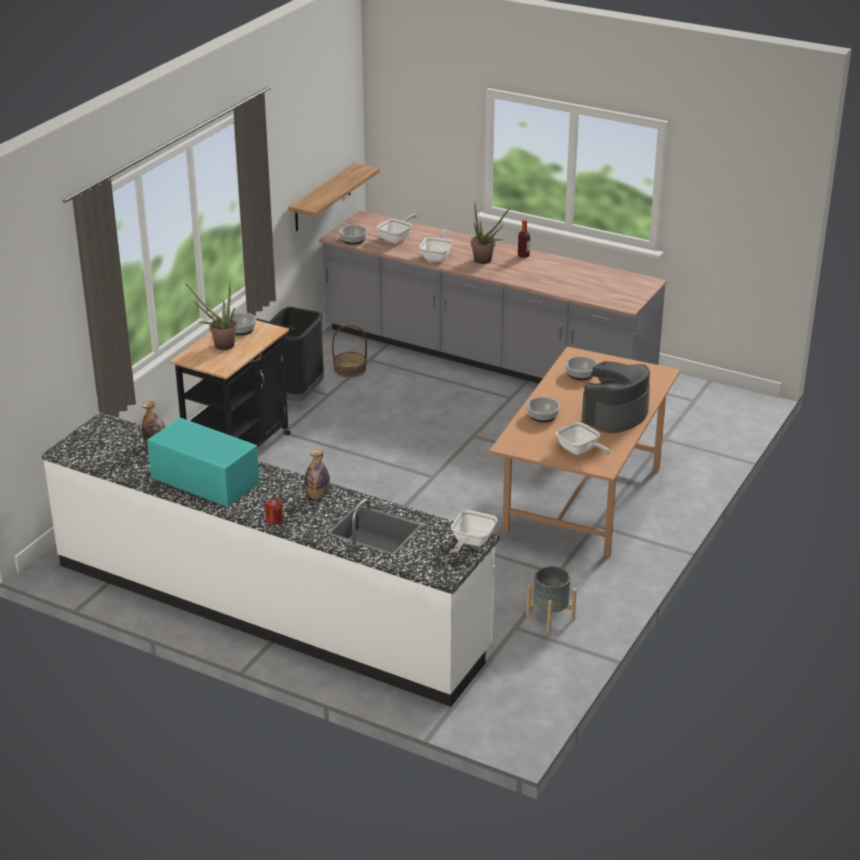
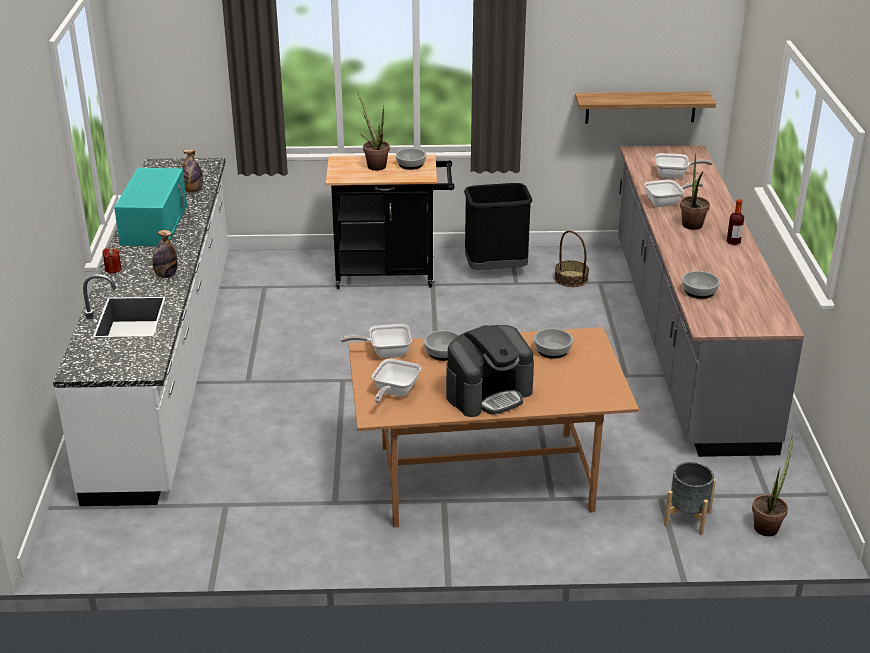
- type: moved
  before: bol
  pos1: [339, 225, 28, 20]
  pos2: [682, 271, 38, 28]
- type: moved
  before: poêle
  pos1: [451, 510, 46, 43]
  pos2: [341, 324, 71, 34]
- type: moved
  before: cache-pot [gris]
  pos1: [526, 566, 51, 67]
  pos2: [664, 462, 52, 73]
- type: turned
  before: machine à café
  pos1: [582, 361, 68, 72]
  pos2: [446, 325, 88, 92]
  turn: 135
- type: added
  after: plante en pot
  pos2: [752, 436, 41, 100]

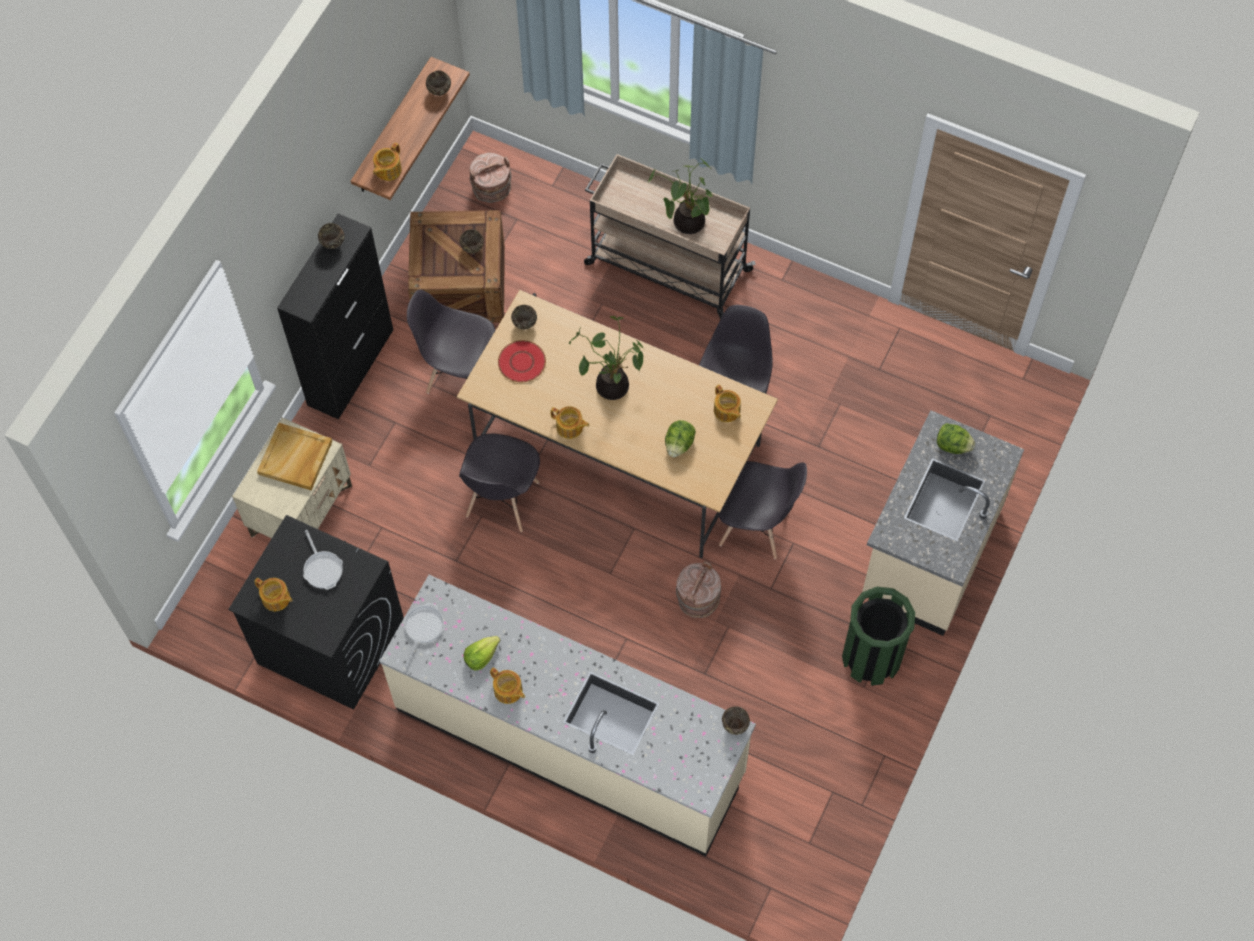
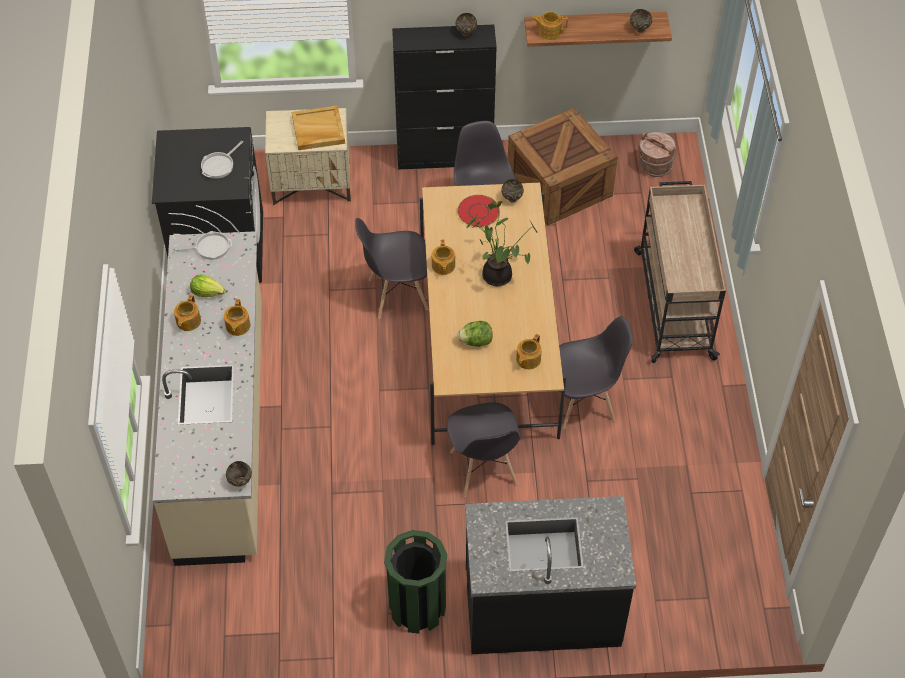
- type: moved
  before: théière
  pos1: [254, 578, 39, 33]
  pos2: [224, 299, 26, 37]
- type: removed
  before: bol [marron]
  pos1: [459, 229, 25, 24]
- type: removed
  before: plante en pot
  pos1: [648, 157, 65, 77]
- type: removed
  before: seau [marron]
  pos1: [676, 561, 45, 57]
- type: recoloured
  before: comptoir de cuisine [beige]
  after: comptoir de cuisine [noir]
  pos1: [862, 410, 162, 226]
  pos2: [465, 496, 171, 158]
- type: removed
  before: laitue
  pos1: [937, 423, 38, 31]

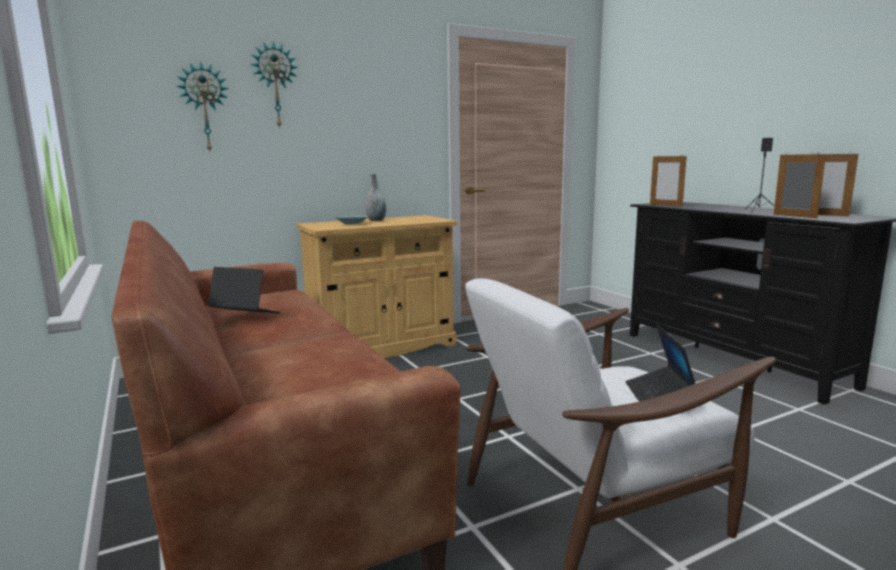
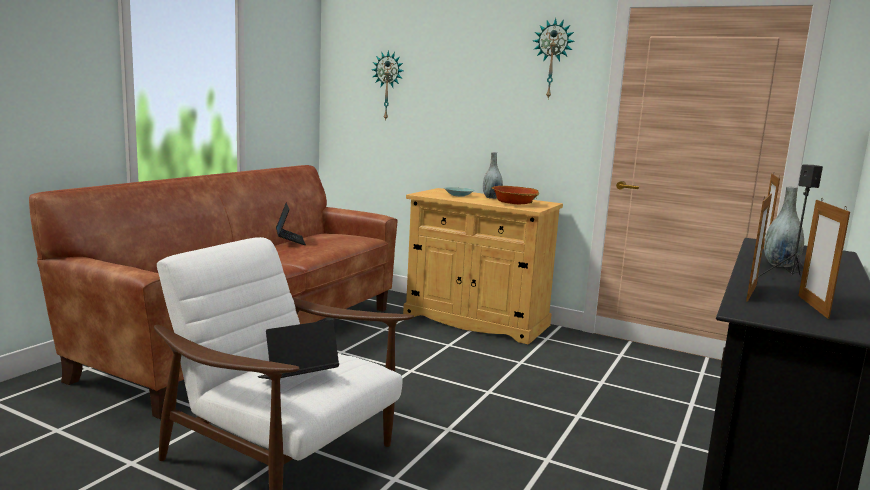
- type: moved
  before: horloge murale
  pos1: [251, 41, 47, 88]
  pos2: [533, 18, 42, 81]
- type: added
  after: bol
  pos2: [492, 186, 47, 18]
- type: added
  after: vase [gris]
  pos2: [764, 186, 40, 81]

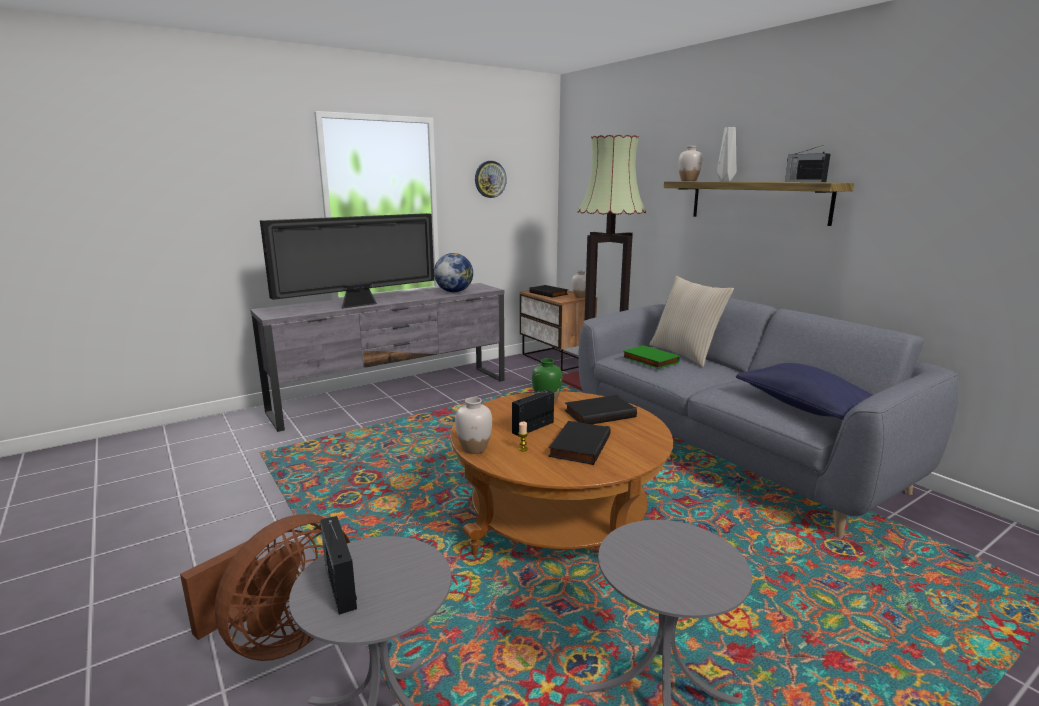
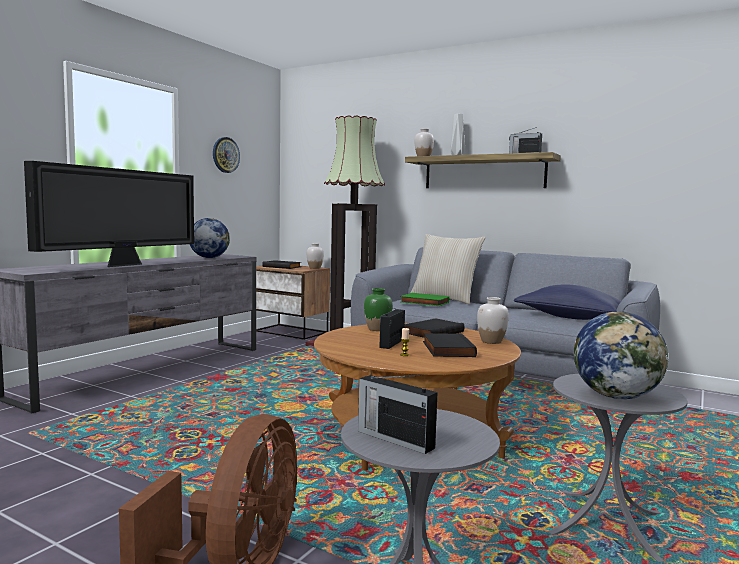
- type: moved
  before: vase [blanc]
  pos1: [455, 397, 37, 57]
  pos2: [477, 297, 32, 47]
- type: added
  after: globe
  pos2: [574, 312, 94, 87]

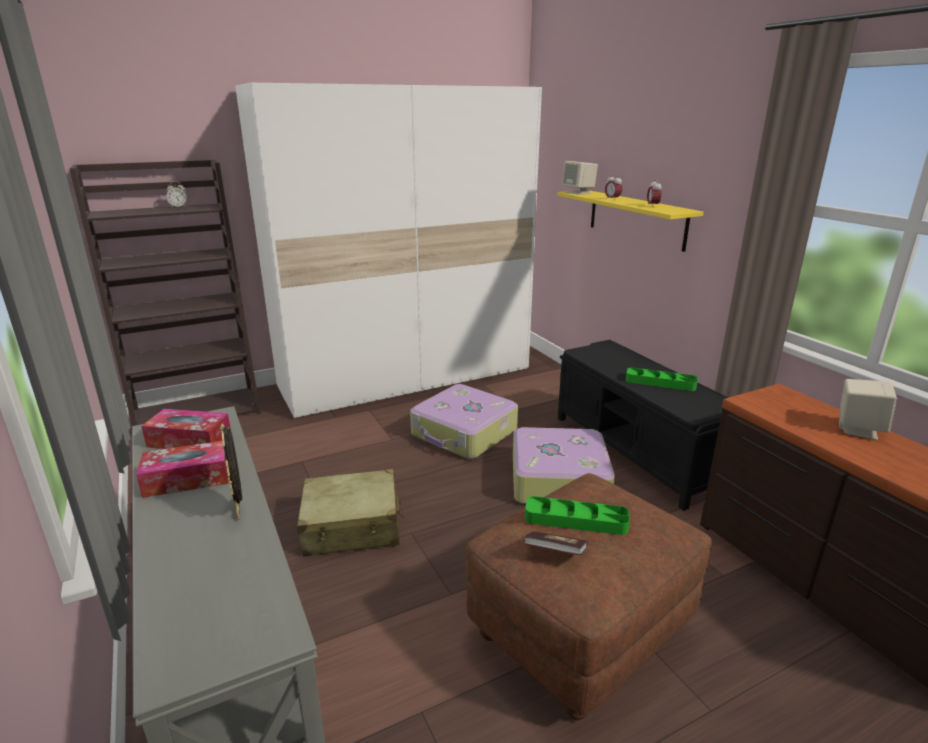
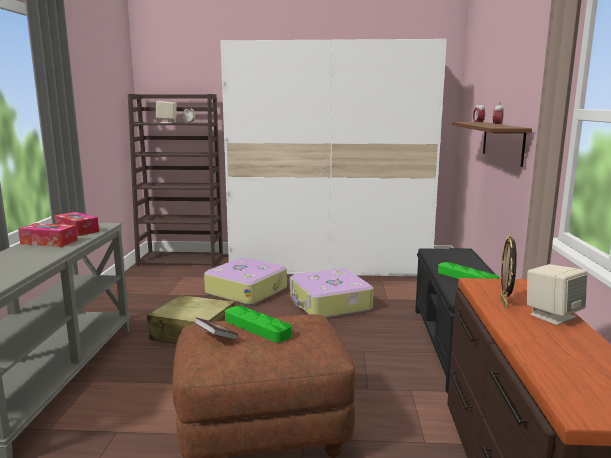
- type: moved
  before: cadre photo
  pos1: [221, 424, 21, 96]
  pos2: [500, 235, 17, 73]
- type: moved
  before: valise
  pos1: [513, 427, 102, 77]
  pos2: [204, 258, 83, 47]
- type: recoloured
  before: étagère [jaune]
  after: étagère [marron]
  pos1: [557, 191, 147, 61]
  pos2: [452, 122, 80, 45]
- type: moved
  before: enceinte [beige]
  pos1: [562, 161, 36, 34]
  pos2: [156, 101, 21, 22]

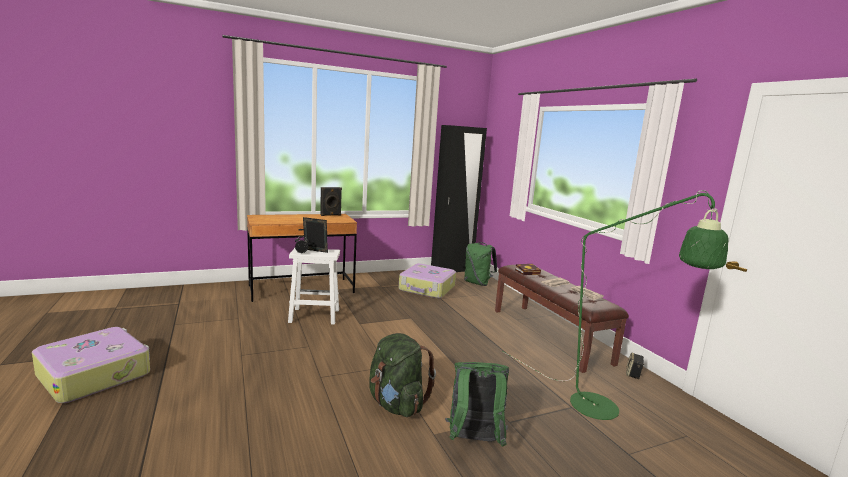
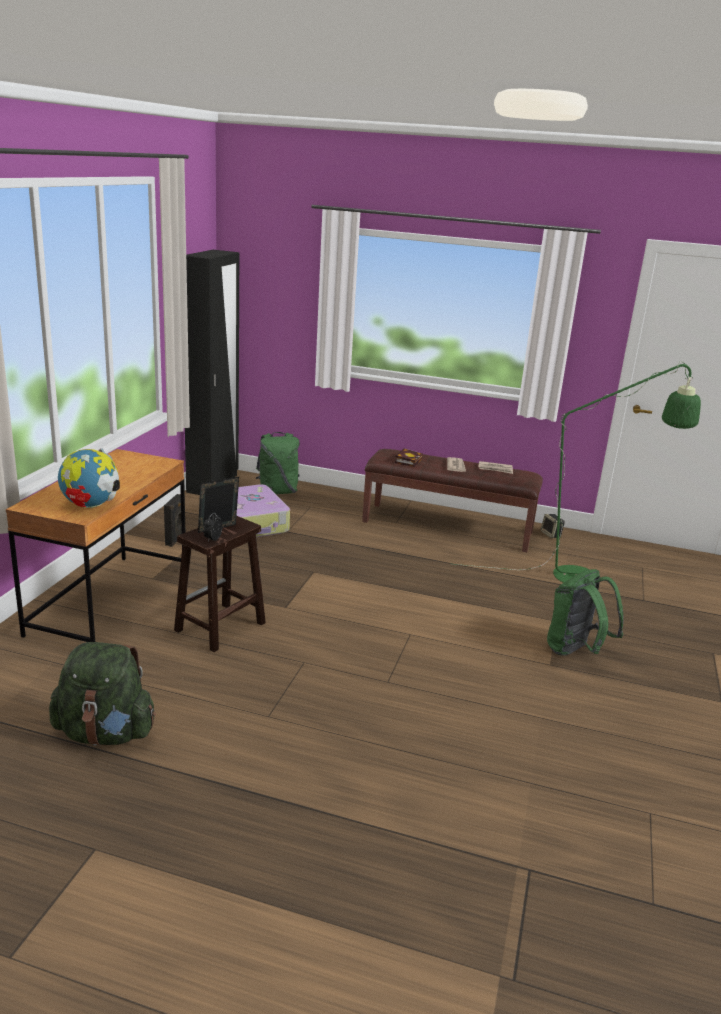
- type: removed
  before: valise
  pos1: [32, 327, 118, 76]
- type: recoloured
  before: tabouret [blanc]
  after: tabouret [marron]
  pos1: [288, 248, 52, 77]
  pos2: [174, 516, 92, 136]
- type: moved
  before: enceinte [noir]
  pos1: [320, 187, 22, 29]
  pos2: [164, 494, 22, 53]
- type: moved
  before: sac à dos [vert]
  pos1: [369, 333, 67, 84]
  pos2: [49, 642, 107, 104]
- type: added
  after: globe
  pos2: [58, 448, 62, 60]

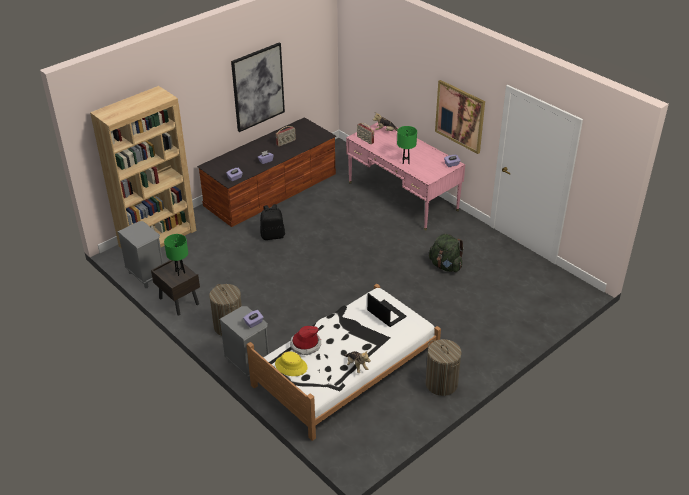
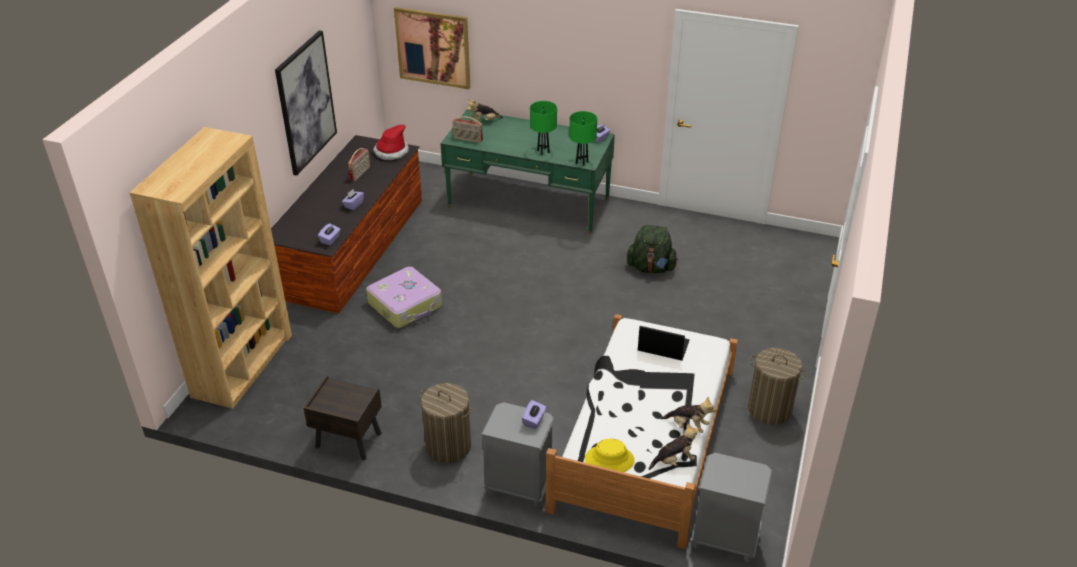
- type: moved
  before: table de chevet [gris]
  pos1: [118, 221, 45, 67]
  pos2: [691, 453, 82, 110]
- type: moved
  before: lampe de table [vert]
  pos1: [164, 234, 24, 42]
  pos2: [569, 111, 28, 55]
- type: replaced
  before: sac à dos [noir]
  after: valise
  pos1: [260, 204, 25, 36]
  pos2: [366, 267, 76, 61]
- type: moved
  before: chapeau
  pos1: [290, 326, 31, 29]
  pos2: [373, 125, 36, 35]
- type: recoloured
  before: bureau [rose]
  after: bureau [vert]
  pos1: [346, 122, 119, 108]
  pos2: [440, 110, 175, 124]
- type: moved
  before: tableau
  pos1: [435, 80, 50, 74]
  pos2: [394, 7, 76, 82]
- type: added
  after: peluche
  pos2: [649, 423, 50, 47]

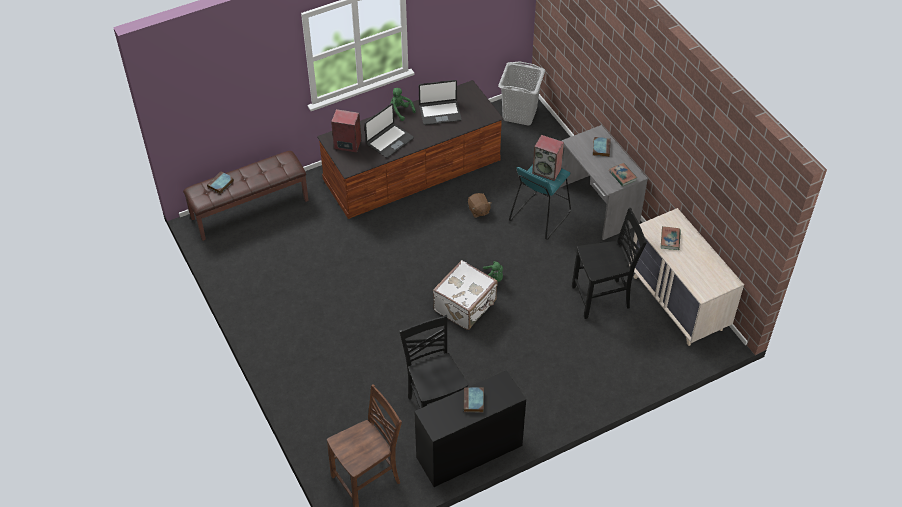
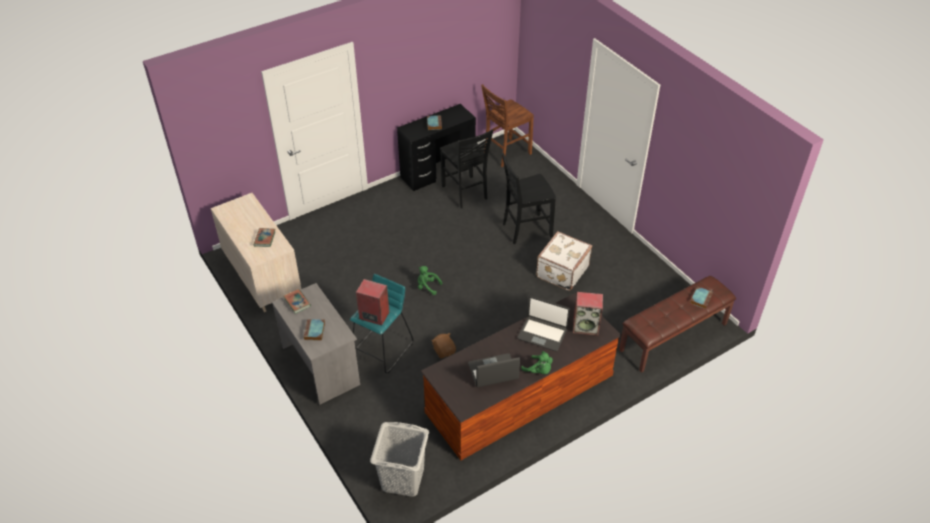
- type: turned
  before: ordinateur portable
  pos1: [364, 103, 50, 55]
  pos2: [518, 296, 52, 55]
  turn: -105
- type: moved
  before: valise [blanc]
  pos1: [433, 260, 65, 70]
  pos2: [536, 231, 56, 60]
- type: moved
  before: chaise [noir]
  pos1: [572, 208, 75, 111]
  pos2: [502, 153, 54, 91]

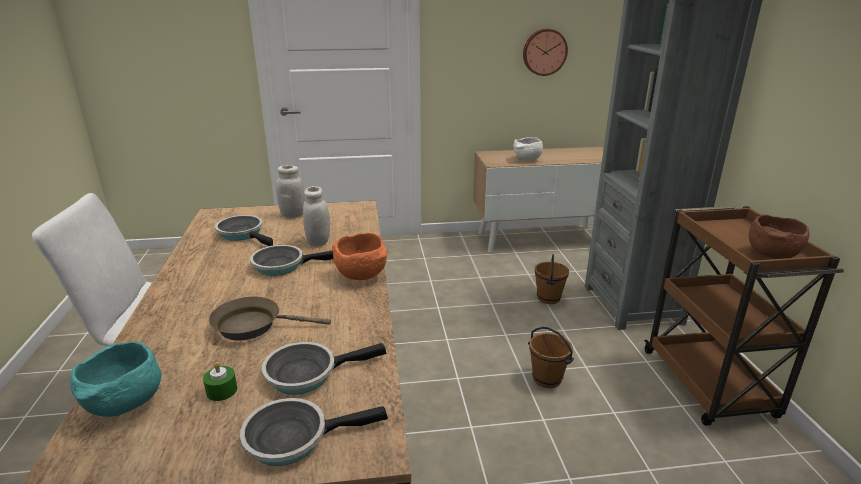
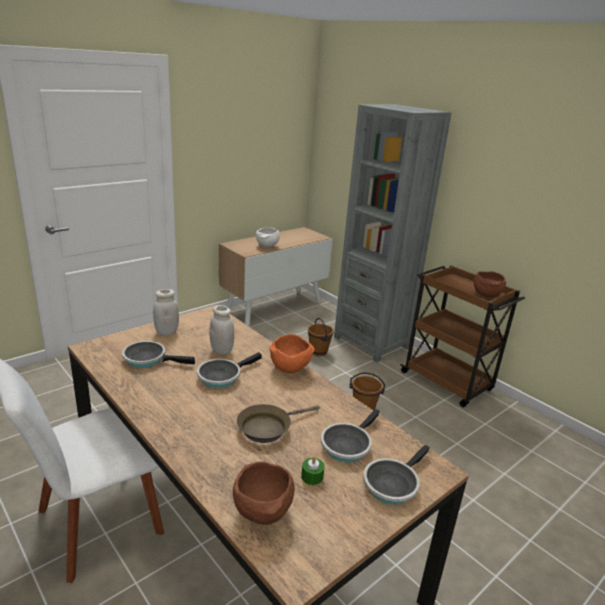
- type: recoloured
  before: bol [turquoise]
  after: bol [marron]
  pos1: [70, 341, 91, 76]
  pos2: [233, 461, 62, 64]
- type: removed
  before: horloge murale
  pos1: [523, 29, 45, 47]

